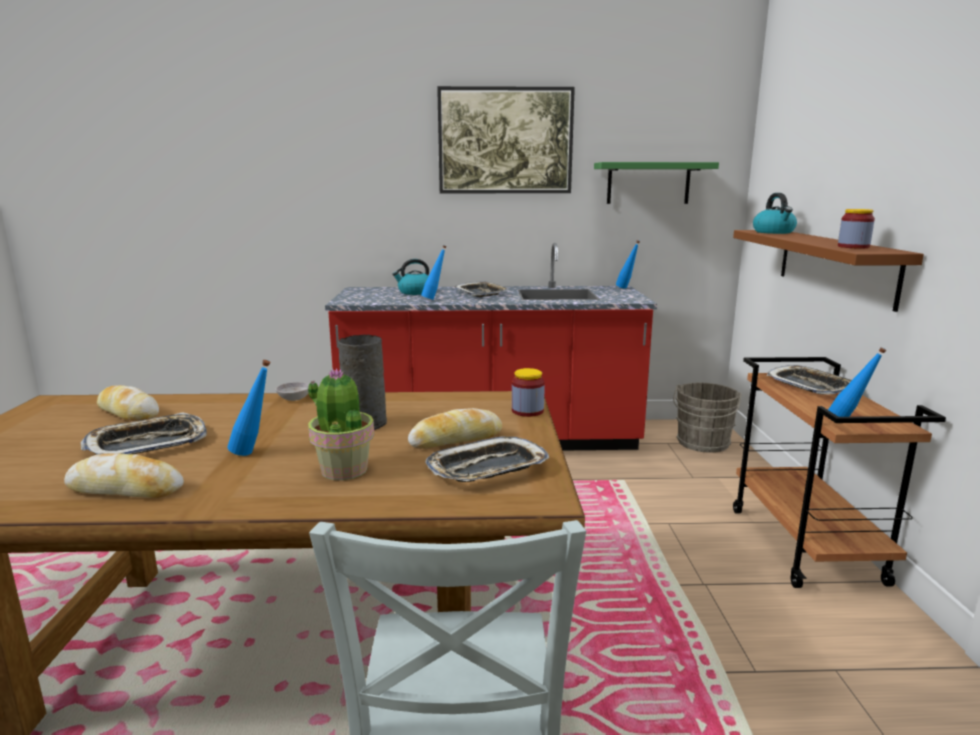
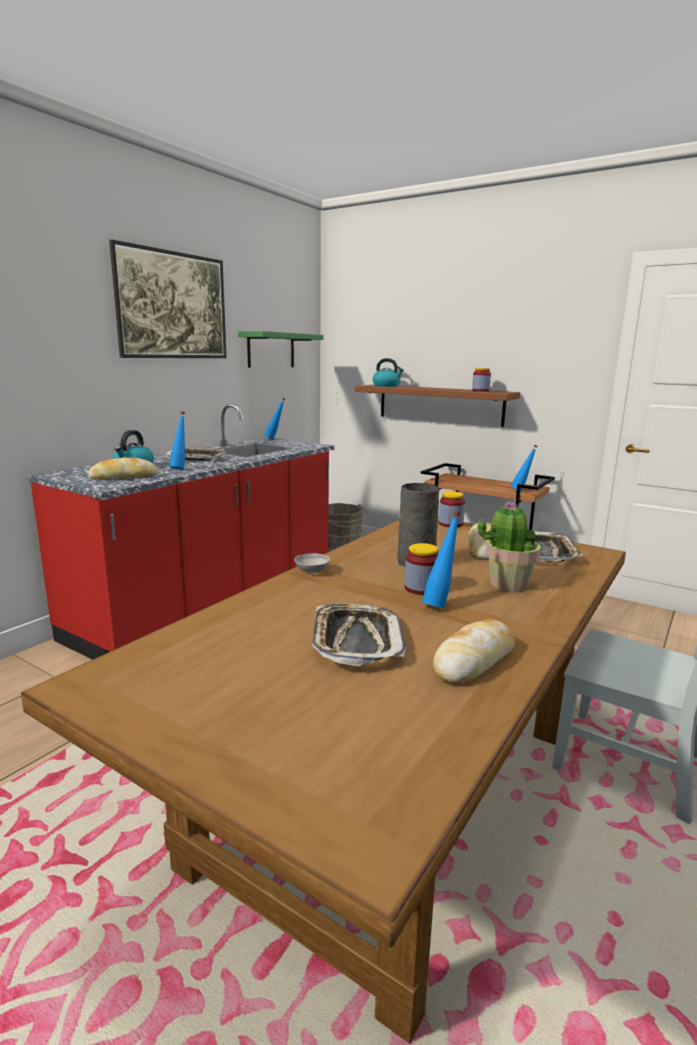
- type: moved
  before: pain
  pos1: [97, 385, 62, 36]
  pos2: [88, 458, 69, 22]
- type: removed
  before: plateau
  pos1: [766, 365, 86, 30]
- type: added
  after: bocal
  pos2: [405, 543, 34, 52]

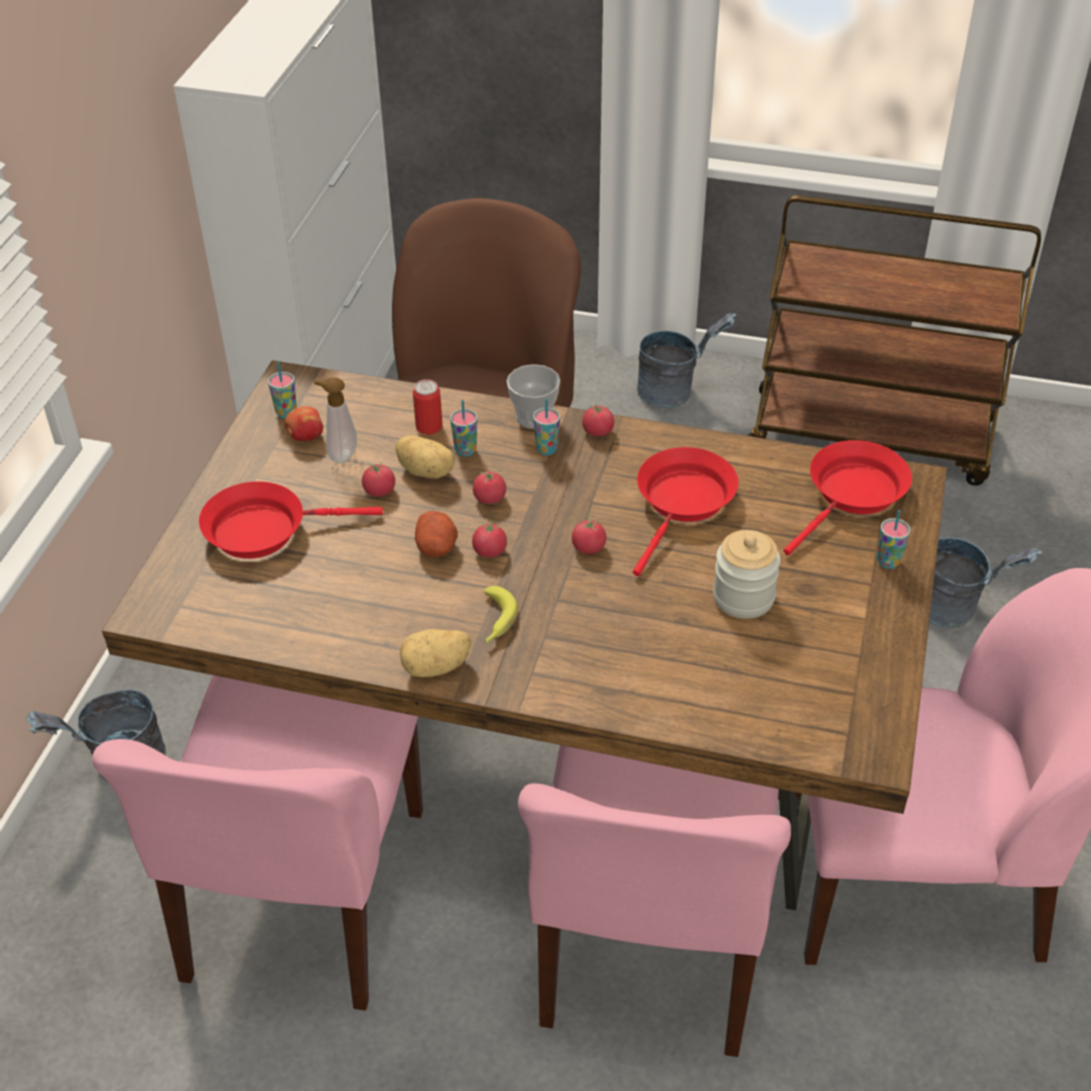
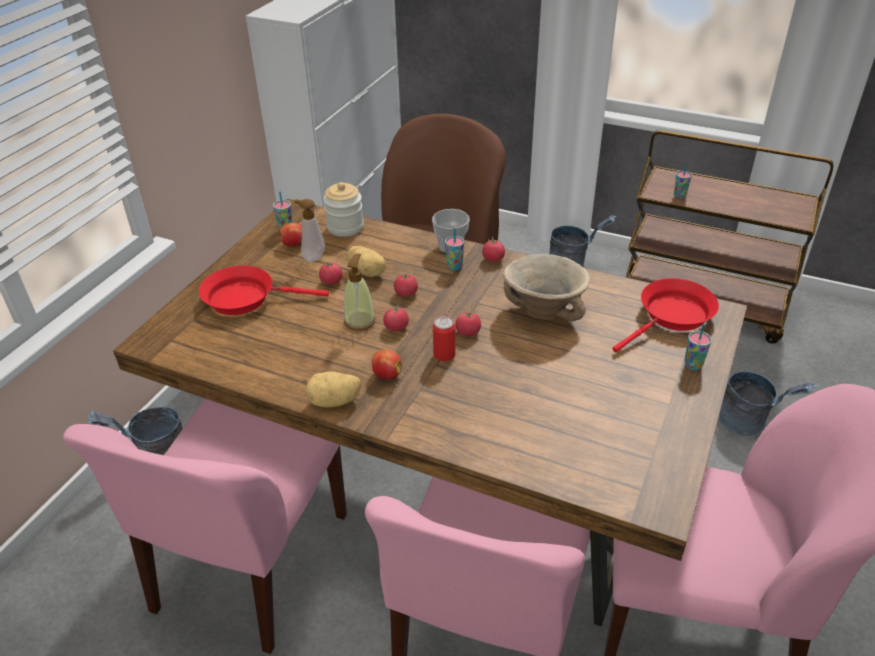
- type: moved
  before: boîte métallique
  pos1: [413, 379, 30, 56]
  pos2: [433, 316, 23, 45]
- type: replaced
  before: pomme de terre
  after: distributeur de savon
  pos1: [415, 511, 43, 46]
  pos2: [344, 254, 31, 76]
- type: moved
  before: tasse
  pos1: [450, 400, 27, 57]
  pos2: [674, 163, 18, 35]
- type: replaced
  before: banane
  after: pomme
  pos1: [483, 586, 35, 58]
  pos2: [372, 350, 30, 29]
- type: replaced
  before: poêle [rouge]
  after: bol [beige]
  pos1: [633, 447, 106, 129]
  pos2: [503, 254, 87, 67]
- type: moved
  before: bocal
  pos1: [713, 530, 68, 89]
  pos2: [323, 182, 41, 55]

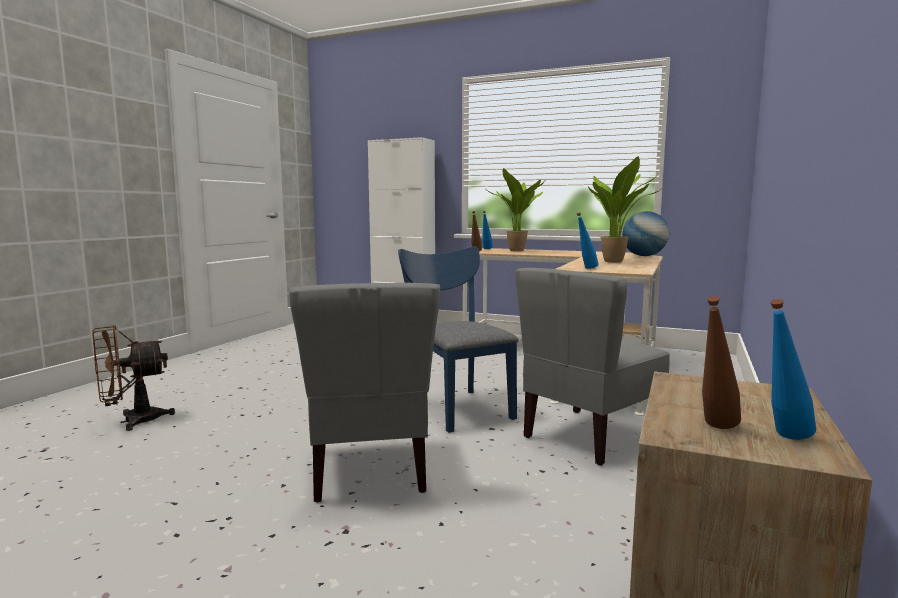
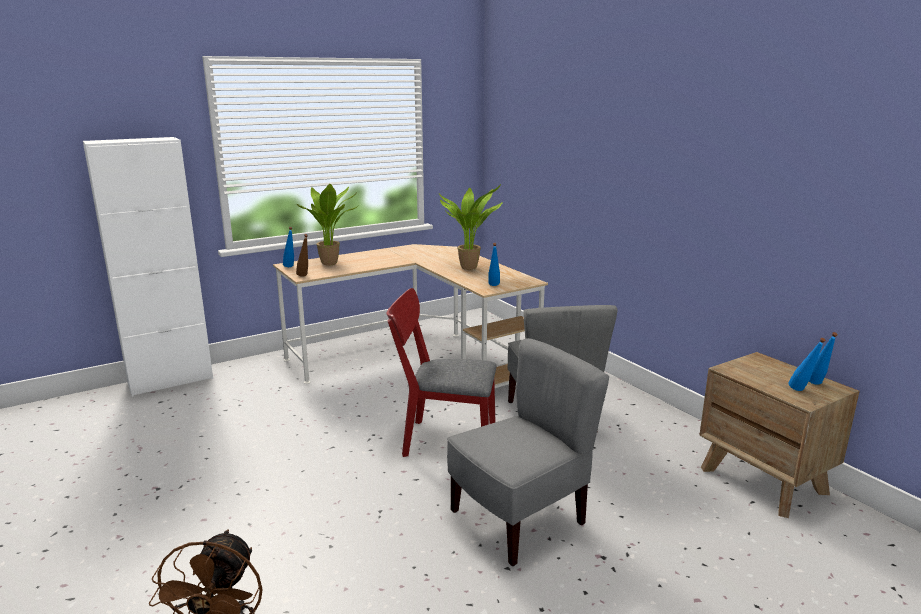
- type: turned
  before: chaise [gris]
  pos1: [289, 283, 151, 220]
  pos2: [447, 338, 162, 228]
  turn: -60
- type: recoloured
  before: chaise [bleu]
  after: chaise [rouge]
  pos1: [398, 246, 121, 187]
  pos2: [386, 288, 111, 169]
- type: removed
  before: globe
  pos1: [622, 211, 47, 45]
- type: recoloured
  before: bouteille [marron]
  after: bouteille [bleu]
  pos1: [702, 296, 39, 133]
  pos2: [788, 338, 38, 53]

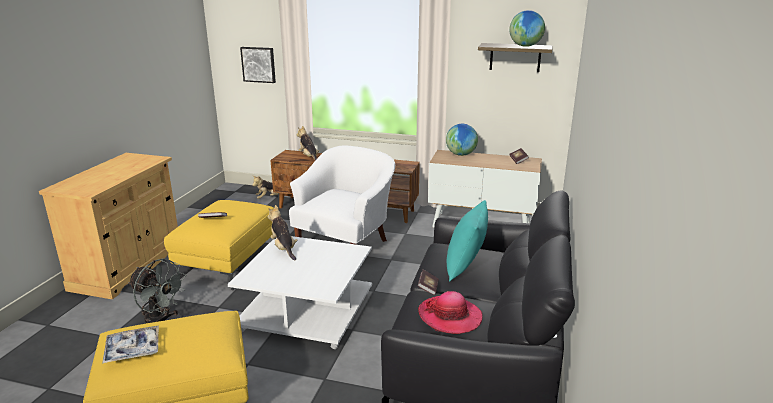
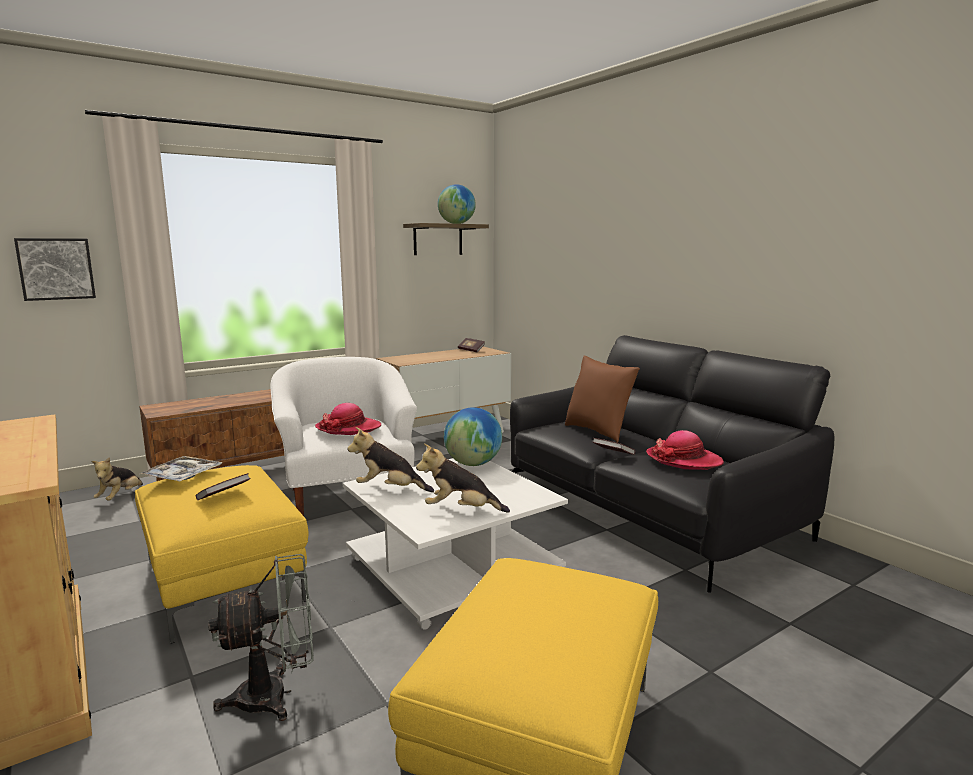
- type: moved
  before: plateau
  pos1: [102, 325, 57, 39]
  pos2: [140, 456, 83, 25]
- type: moved
  before: peluche
  pos1: [297, 126, 22, 35]
  pos2: [416, 443, 94, 70]
- type: moved
  before: globe
  pos1: [446, 124, 32, 32]
  pos2: [444, 407, 58, 59]
- type: recoloured
  before: coussin [turquoise]
  after: coussin [marron]
  pos1: [447, 200, 41, 81]
  pos2: [565, 355, 75, 88]
- type: added
  after: chapeau
  pos2: [315, 403, 66, 32]

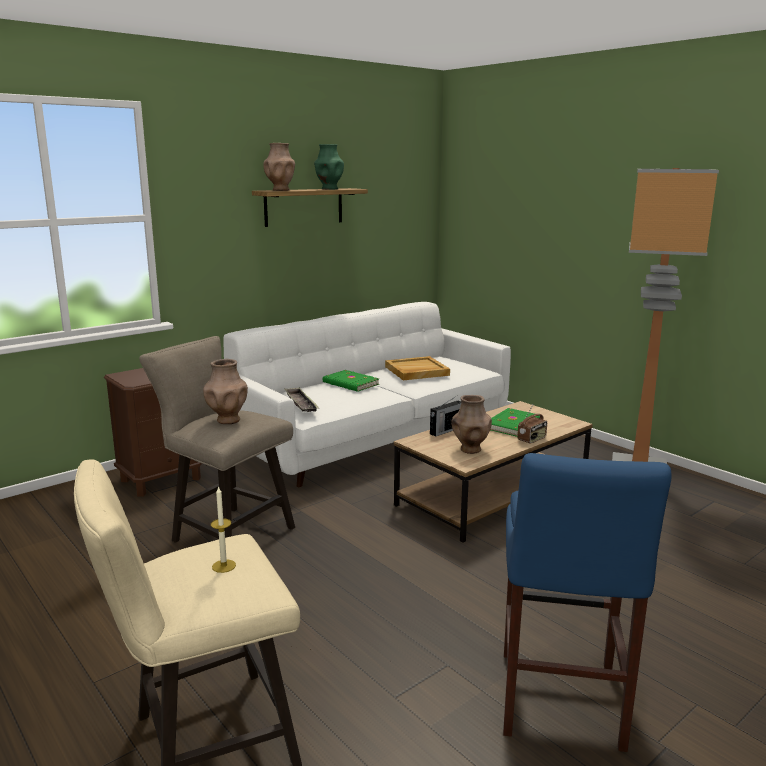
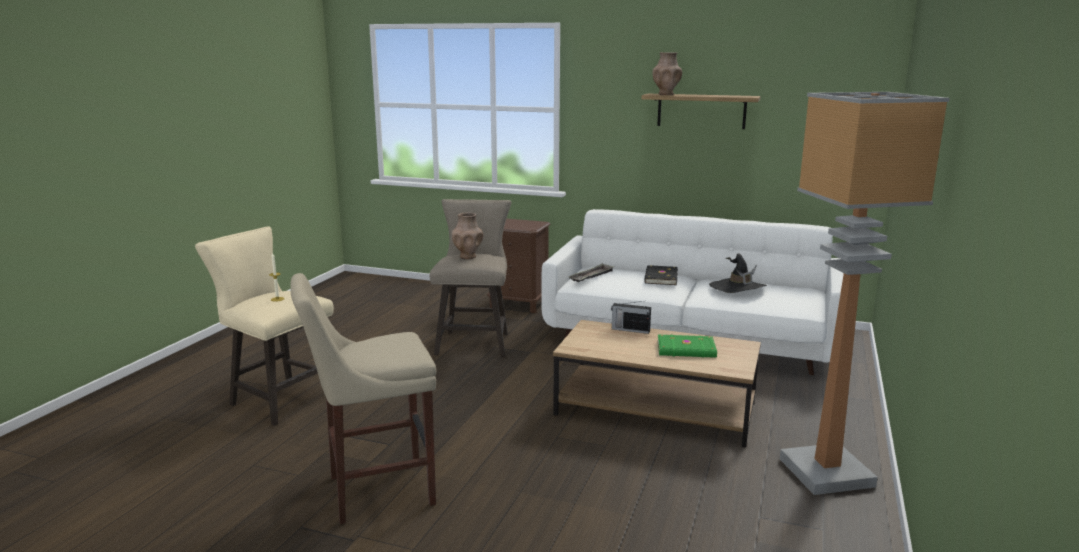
- type: removed
  before: vase [vert]
  pos1: [314, 144, 30, 45]
- type: recoloured
  before: livre [vert]
  after: livre [noir]
  pos1: [323, 370, 56, 22]
  pos2: [644, 265, 34, 20]
- type: replaced
  before: plateau [beige]
  after: chapeau [noir]
  pos1: [385, 356, 65, 24]
  pos2: [709, 253, 58, 40]
- type: removed
  before: vase [marron]
  pos1: [451, 395, 41, 59]
- type: recoloured
  before: tabouret [bleu]
  after: tabouret [beige]
  pos1: [503, 453, 169, 299]
  pos2: [290, 273, 146, 251]
- type: removed
  before: radio
  pos1: [517, 405, 30, 39]

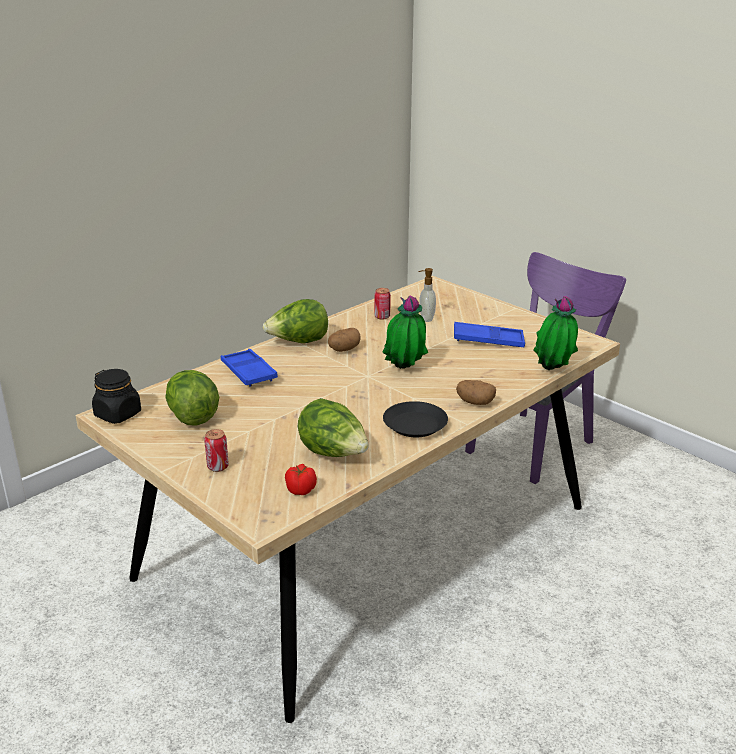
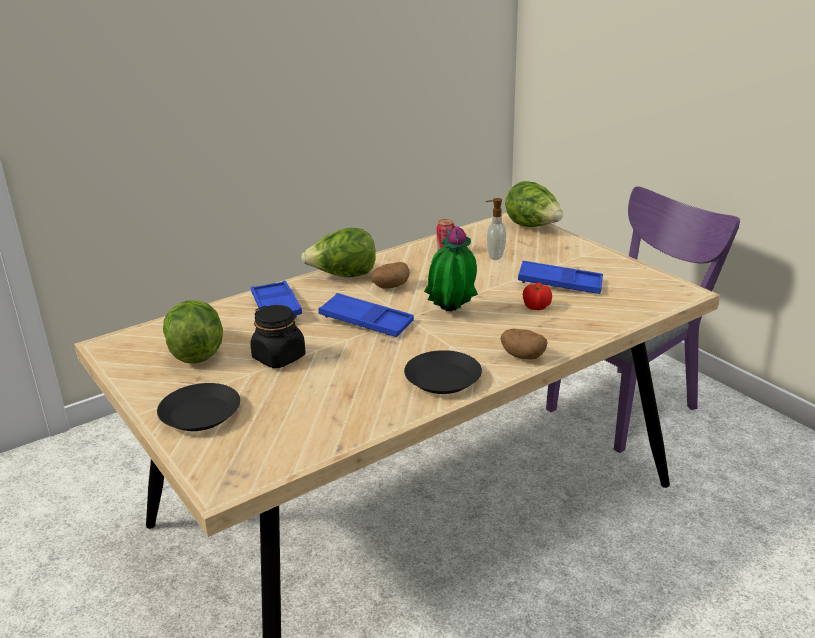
- type: moved
  before: bocal [noir]
  pos1: [92, 369, 49, 55]
  pos2: [250, 305, 56, 63]
- type: replaced
  before: boîte métallique
  after: assiette [noir]
  pos1: [204, 429, 25, 43]
  pos2: [157, 383, 83, 48]
- type: moved
  before: tomate
  pos1: [285, 464, 32, 31]
  pos2: [522, 282, 30, 28]
- type: moved
  before: laitue
  pos1: [298, 398, 71, 59]
  pos2: [505, 181, 58, 46]
- type: removed
  before: plante en pot
  pos1: [533, 296, 45, 74]
- type: added
  after: plateau [bleu]
  pos2: [319, 293, 95, 44]

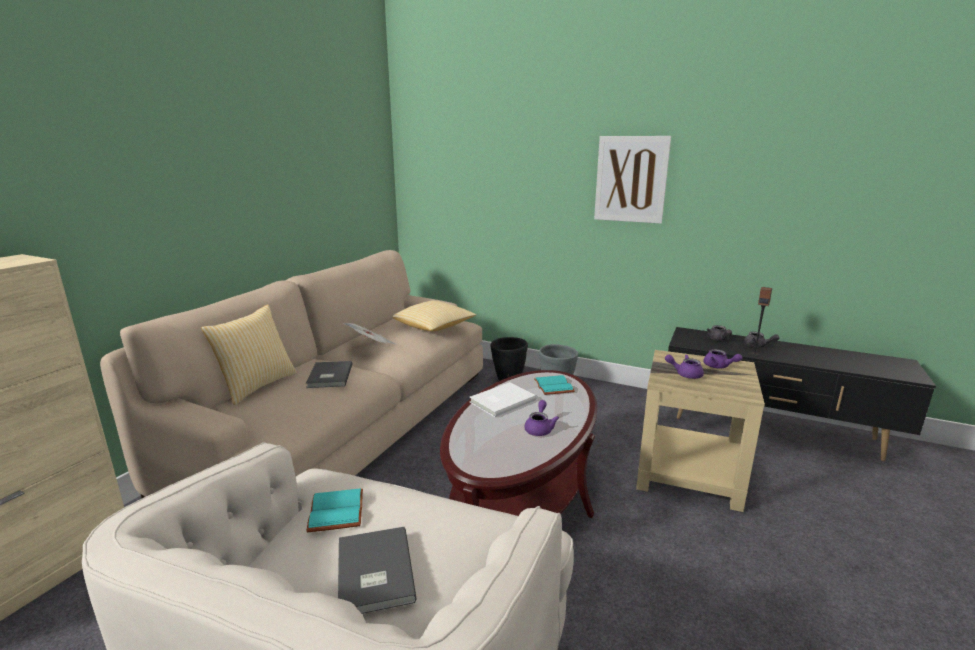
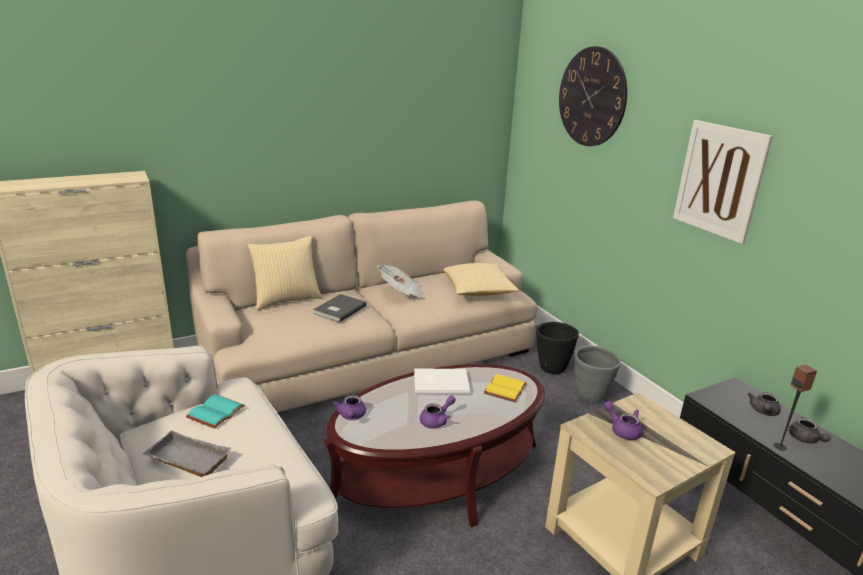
- type: replaced
  before: livre [gris]
  after: plateau [gris]
  pos1: [338, 527, 79, 87]
  pos2: [143, 430, 89, 47]
- type: recoloured
  before: livre [turquoise]
  after: livre [jaune]
  pos1: [534, 375, 41, 20]
  pos2: [484, 374, 43, 28]
- type: moved
  before: théière [violet]
  pos1: [703, 349, 40, 19]
  pos2: [333, 395, 33, 25]
- type: added
  after: horloge murale
  pos2: [559, 46, 68, 100]

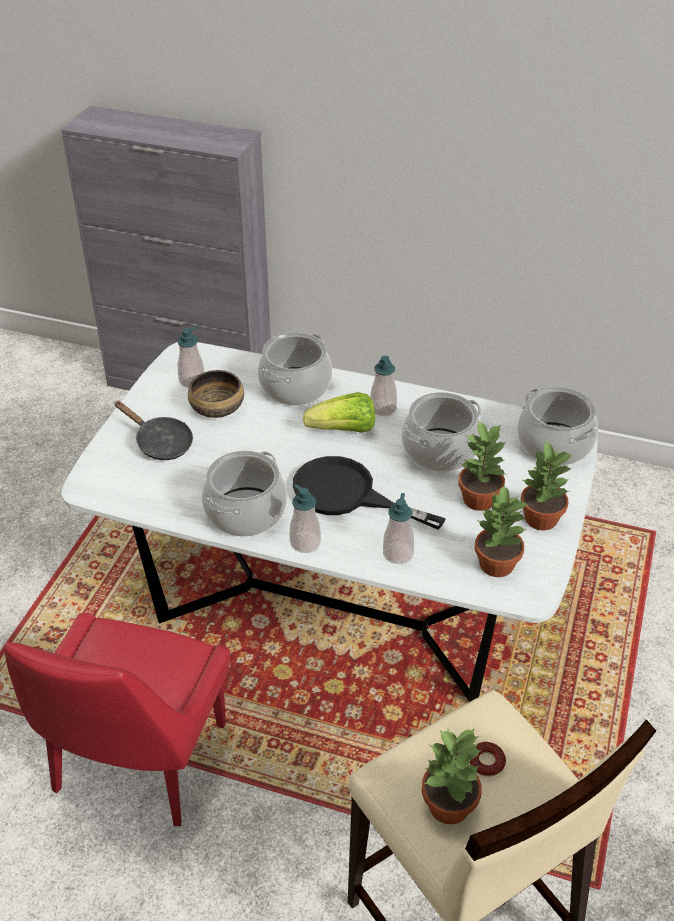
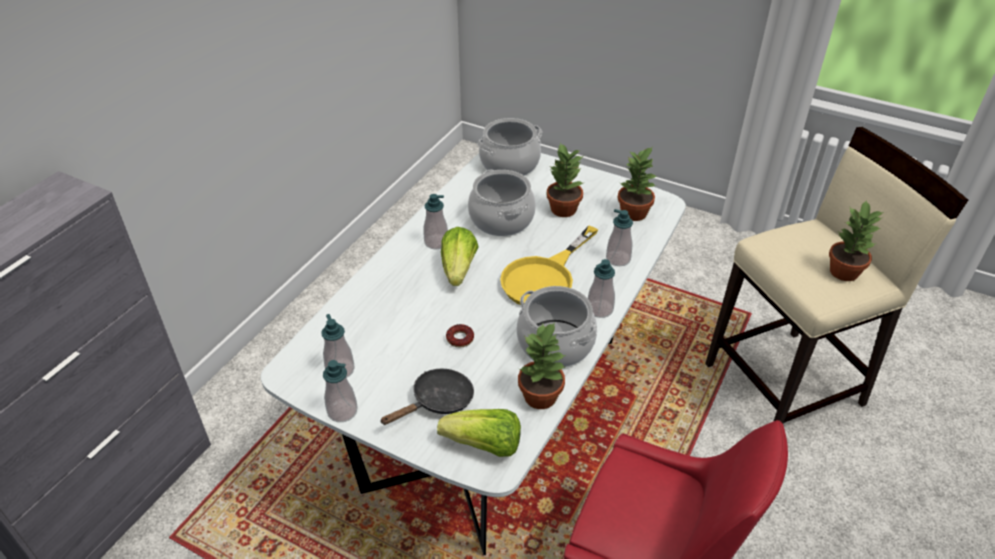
- type: removed
  before: bol
  pos1: [188, 370, 56, 48]
- type: removed
  before: marmite
  pos1: [258, 332, 74, 73]
- type: recoloured
  before: poêle [noir]
  after: poêle [jaune]
  pos1: [293, 456, 153, 74]
  pos2: [500, 226, 98, 79]
- type: moved
  before: beignet
  pos1: [469, 742, 37, 35]
  pos2: [446, 324, 28, 24]
- type: moved
  before: plante en pot
  pos1: [521, 440, 52, 90]
  pos2: [518, 322, 48, 87]
- type: added
  after: distributeur de savon
  pos2: [323, 360, 35, 62]
- type: added
  after: laitue
  pos2: [437, 409, 84, 48]

